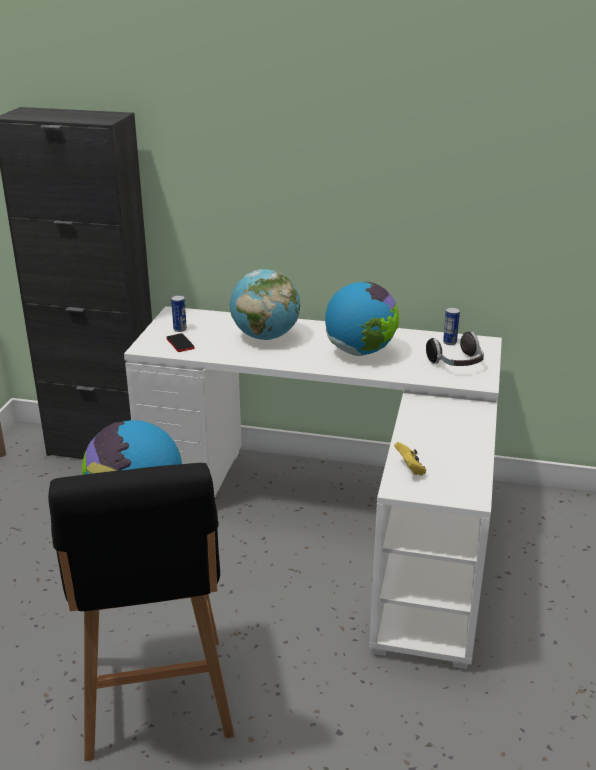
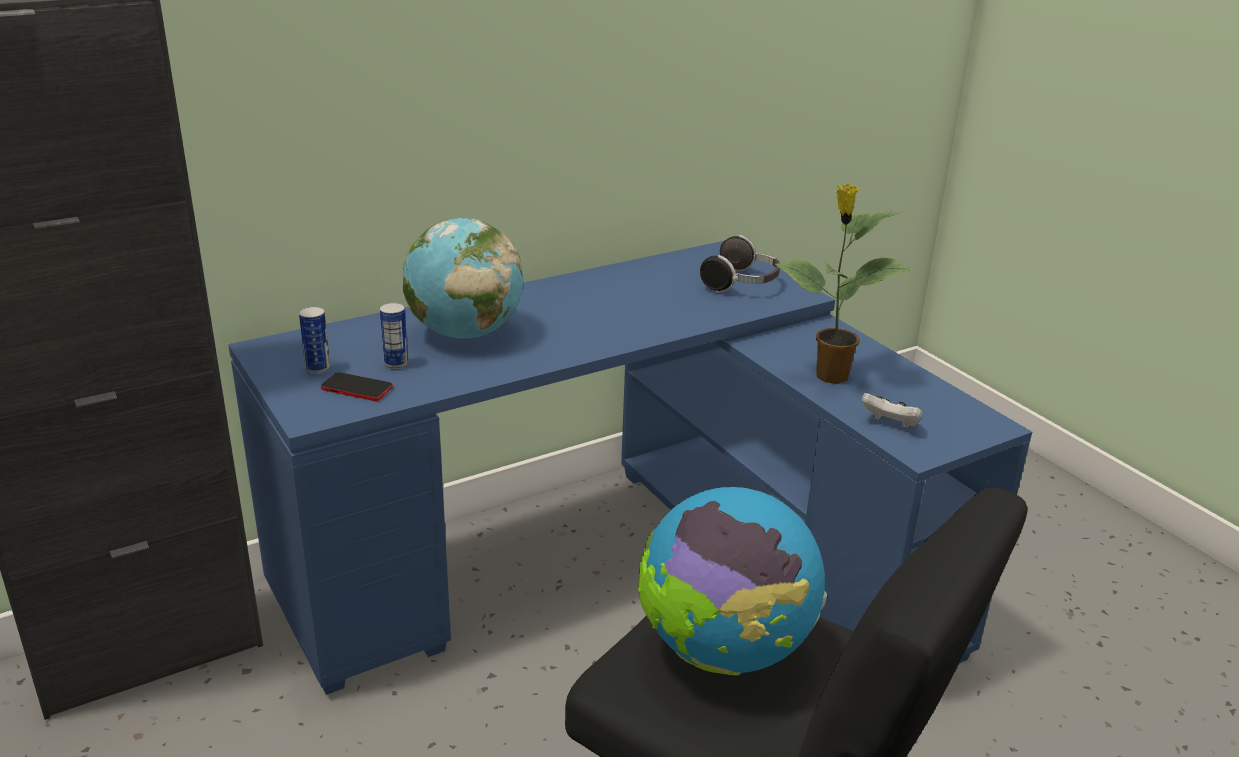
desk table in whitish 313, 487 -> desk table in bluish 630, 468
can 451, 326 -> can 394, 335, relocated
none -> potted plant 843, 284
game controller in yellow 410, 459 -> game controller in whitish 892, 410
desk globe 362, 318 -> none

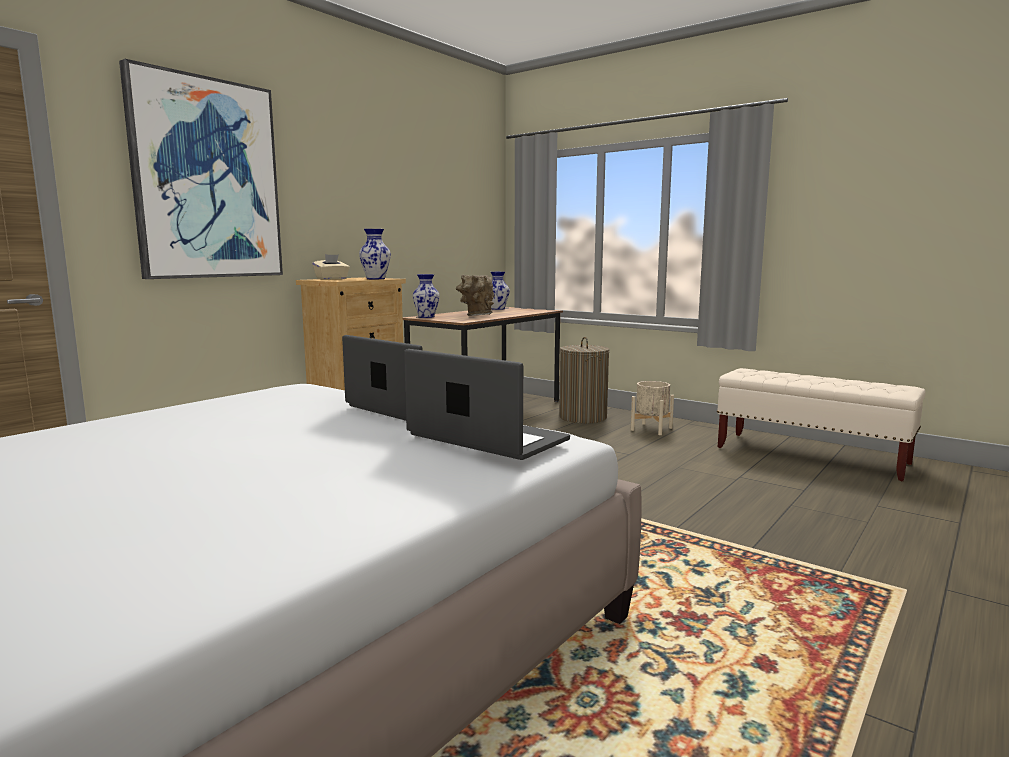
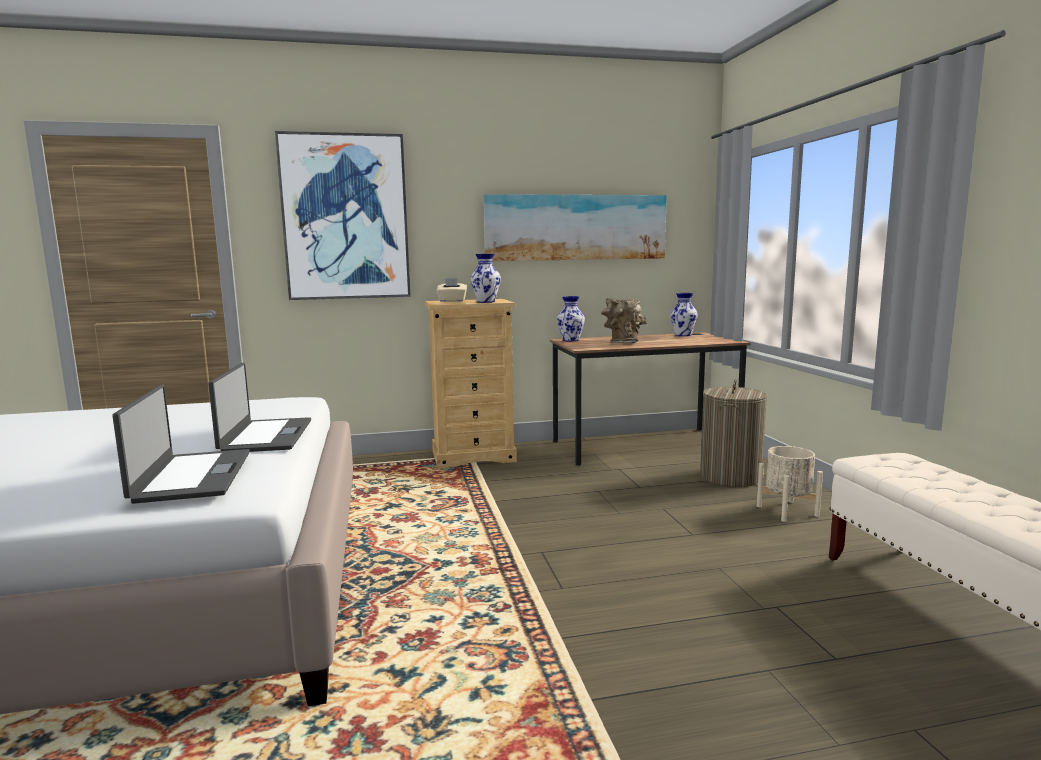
none -> picture 575, 227

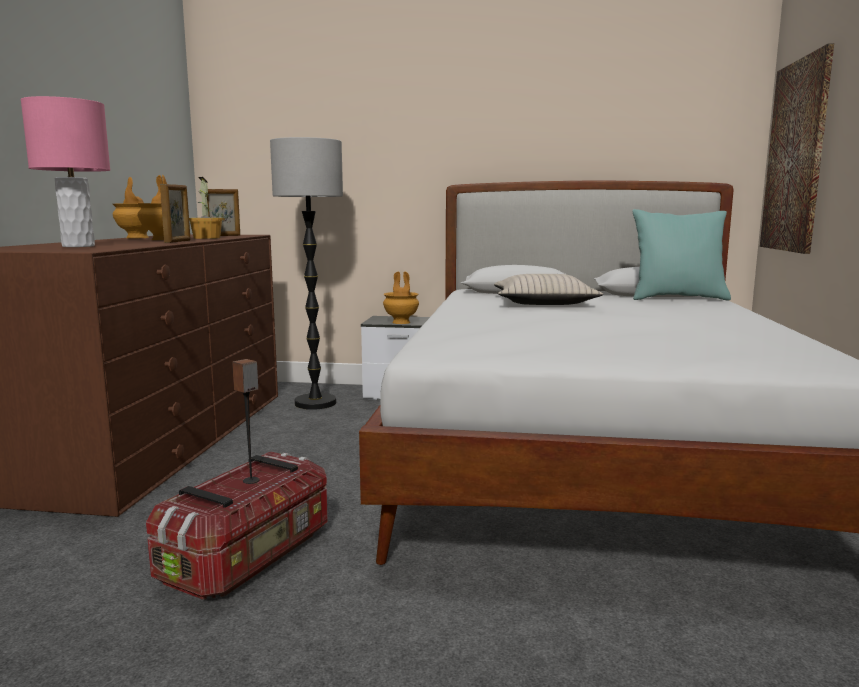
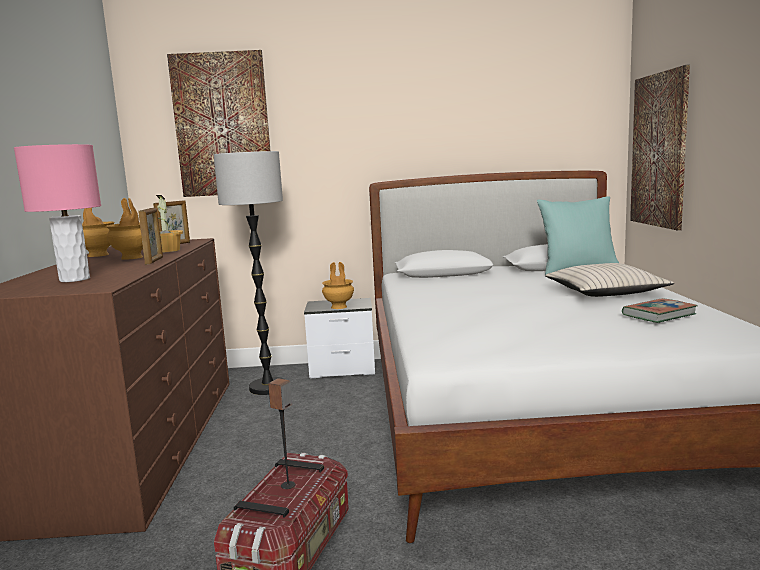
none -> picture 218, 123
cushion in beige 548, 289 -> cushion in beige 609, 280, relocated
none -> volume 660, 310

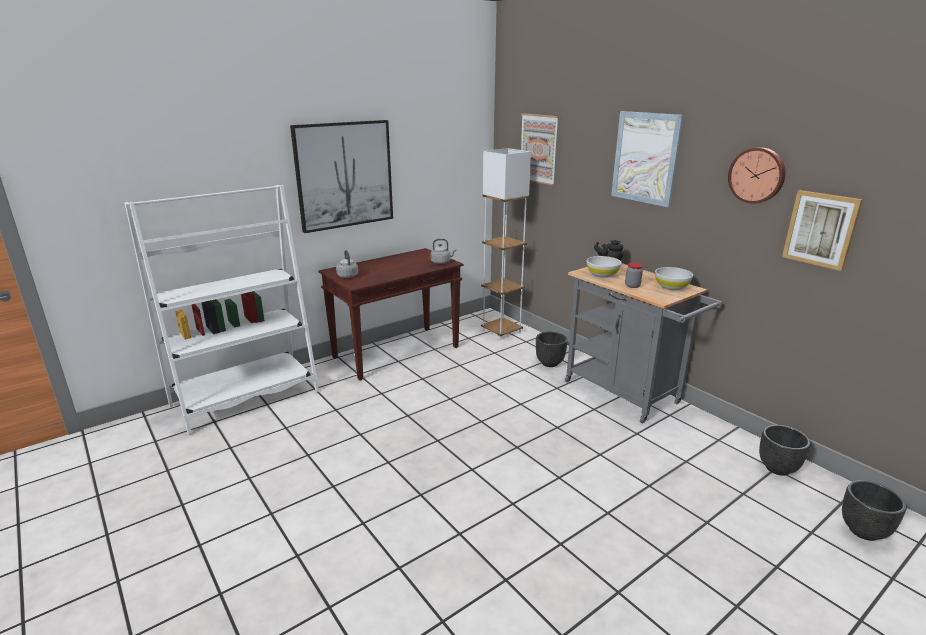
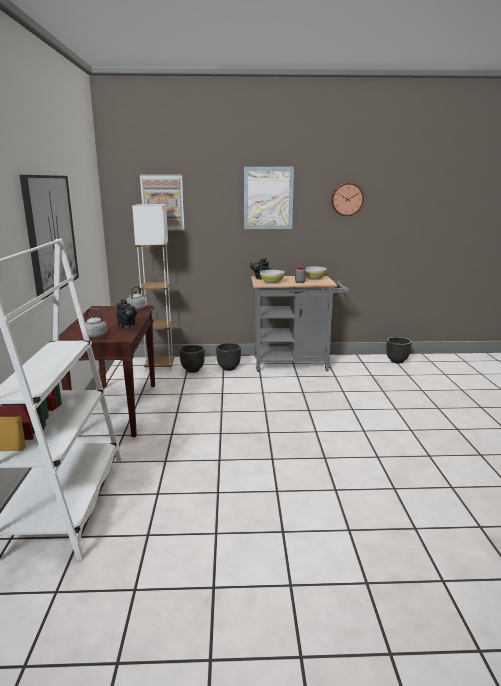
none -> pot for tea in black 126, 313
planter in black 874, 510 -> planter in black 192, 359, relocated
picture 822, 230 -> none

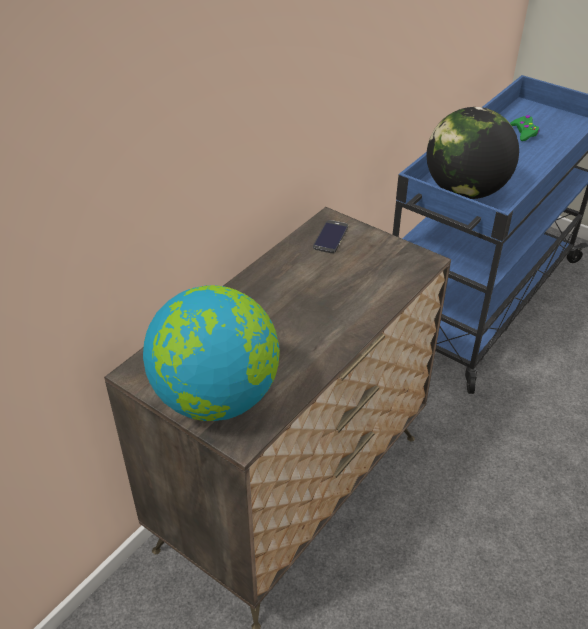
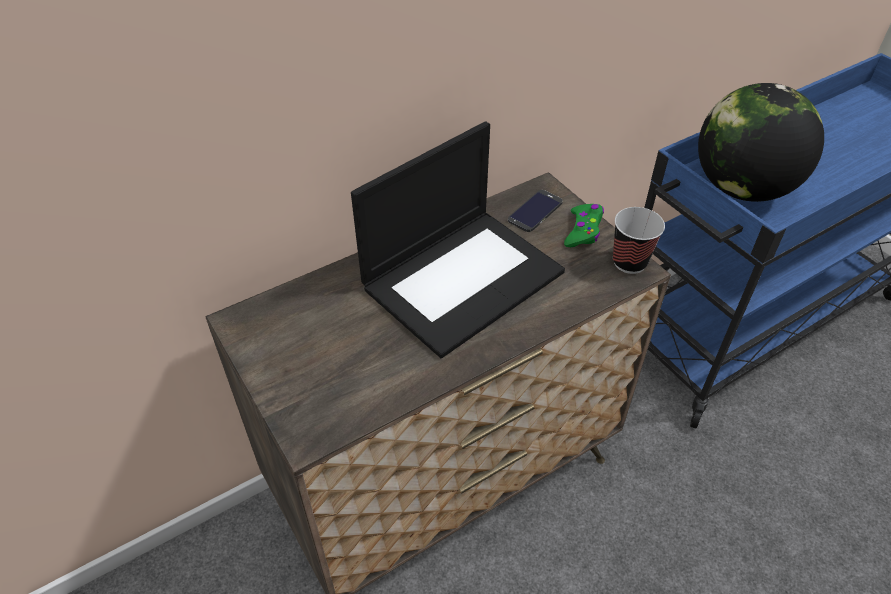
none -> laptop 458, 239
game controller in green 525, 128 -> game controller in green 584, 225, relocated
none -> small cup 639, 240
desk globe 211, 353 -> none

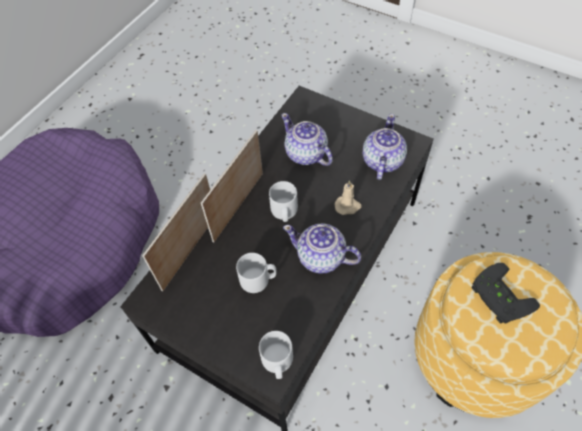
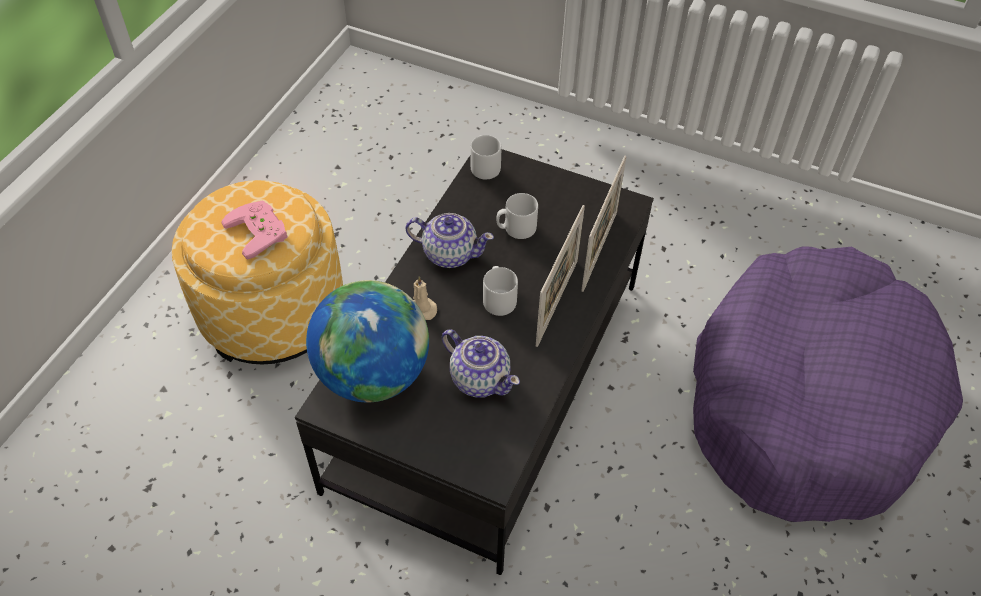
game controller in black 505, 293 -> game controller in pink 254, 229
pot for tea 385, 147 -> desk globe 367, 341

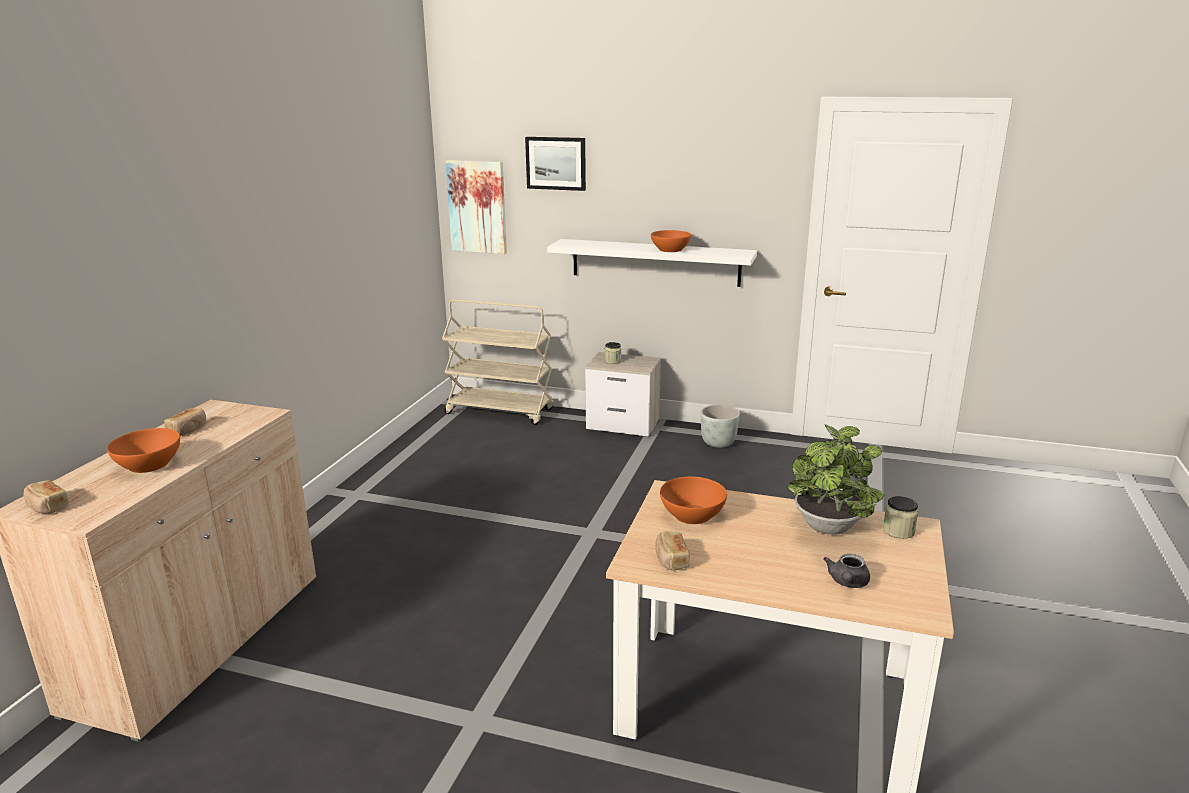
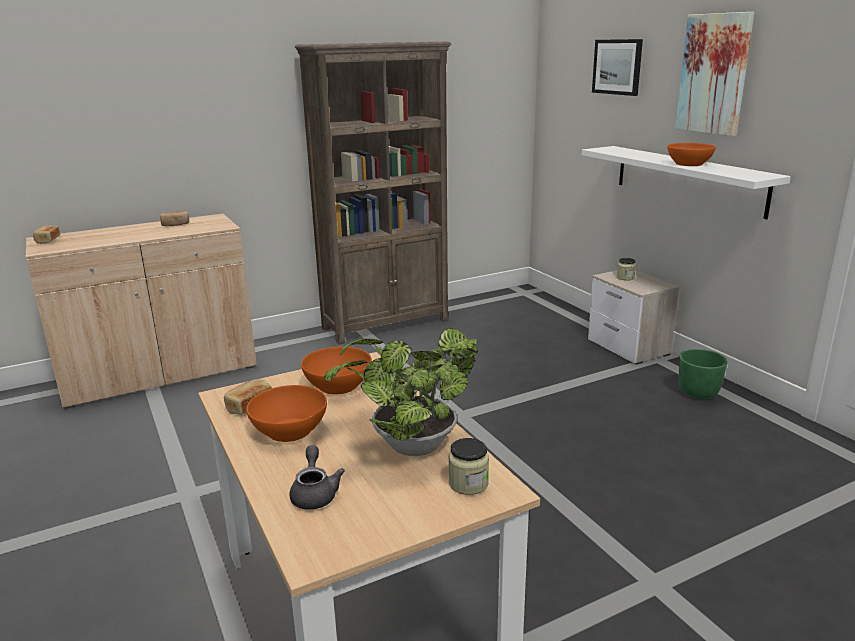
deep dish in orangey 143, 450 -> deep dish in orangey 286, 413, relocated
pot for tea in gray 846, 571 -> pot for tea in gray 317, 477, 105 degrees clockwise
none -> shelving unit in brown-coloured 373, 193
picture 476, 207 -> picture 714, 74, relocated
planter in gray 720, 426 -> planter in green 703, 374
cart in beige 498, 362 -> none

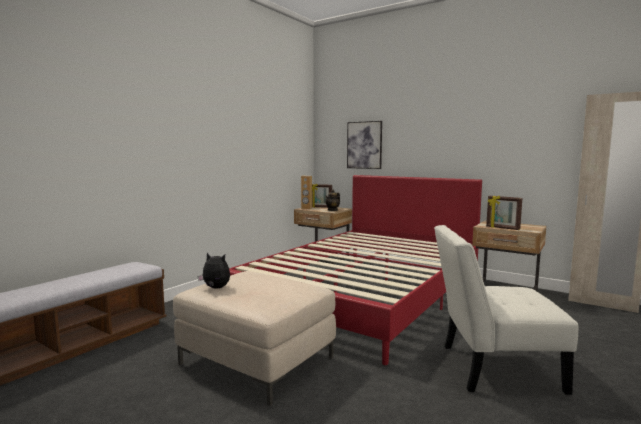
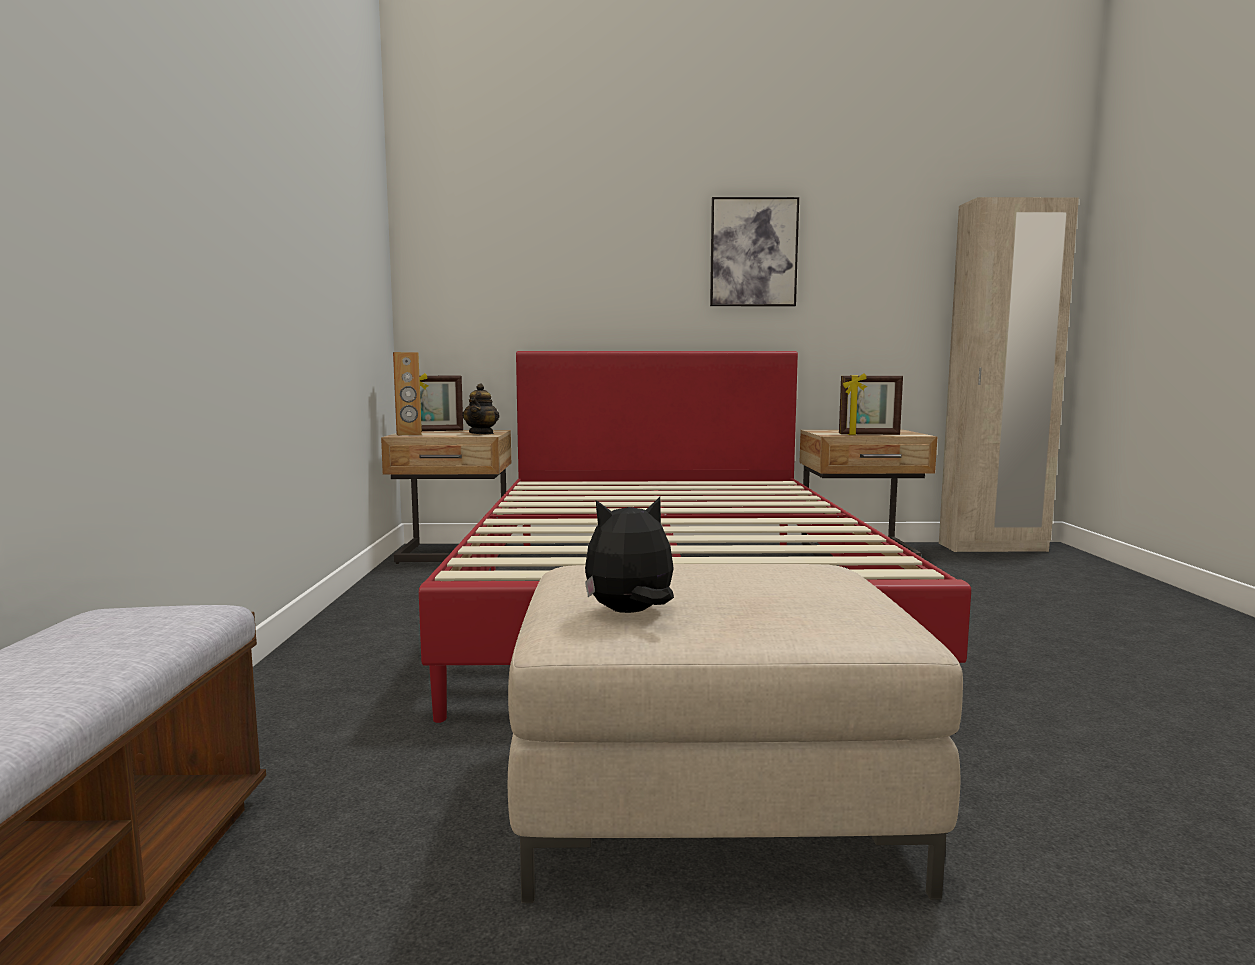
picture 364, 145 -> picture 754, 251, relocated
chair in whitish 506, 310 -> none

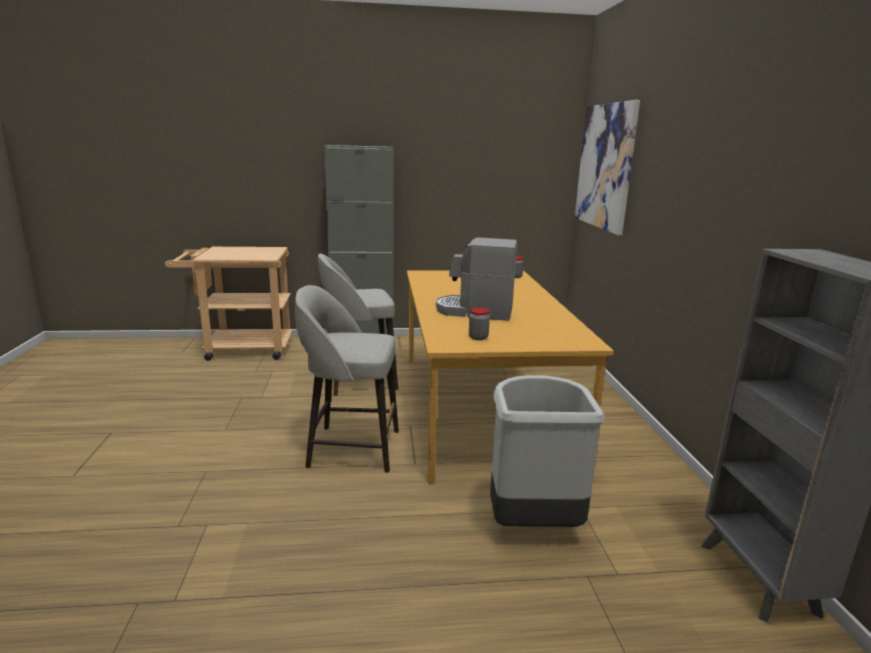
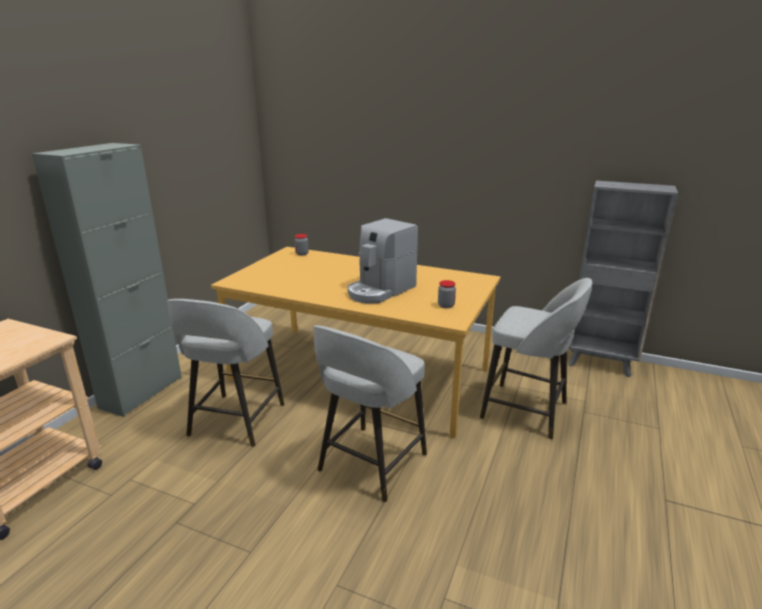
rubbish bin in gray 547, 451 -> sitting stool in gray 536, 358
picture 607, 167 -> none

